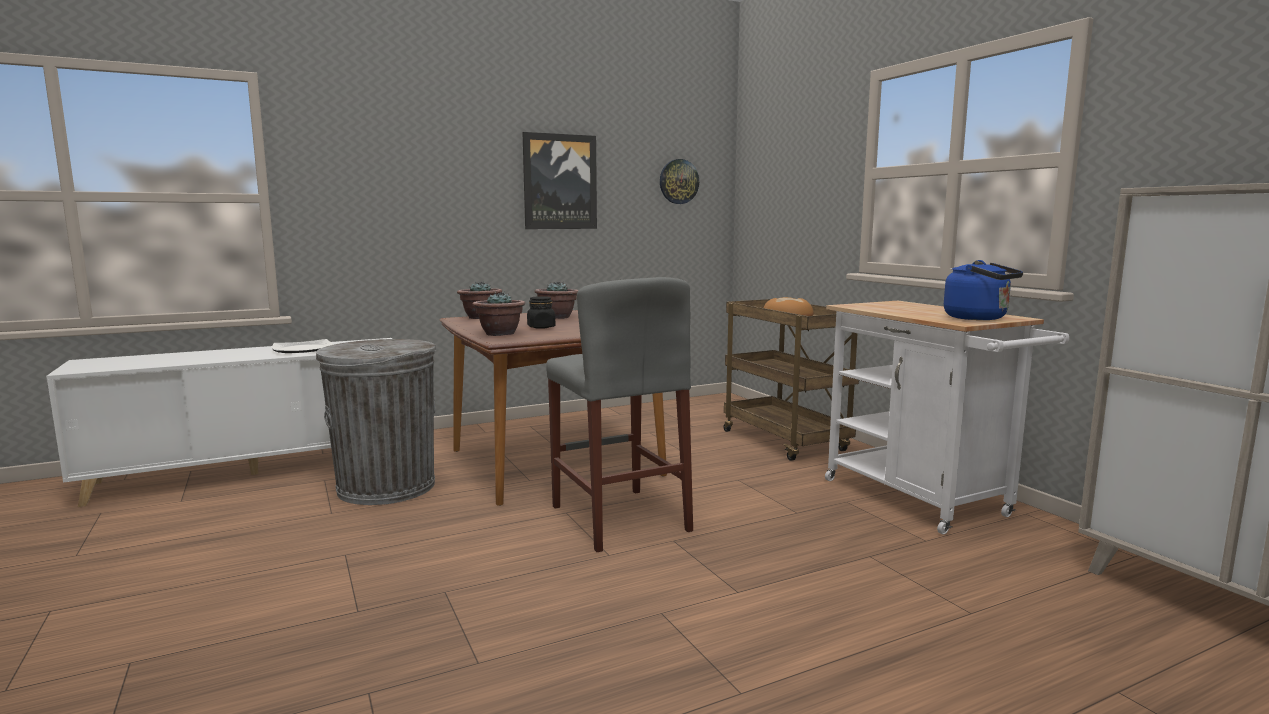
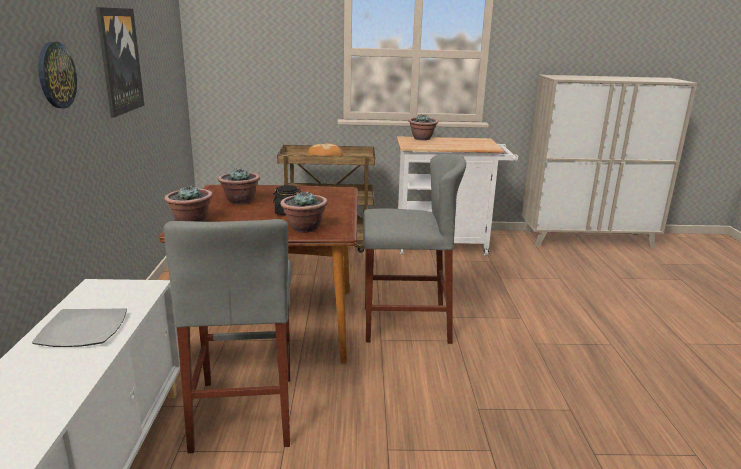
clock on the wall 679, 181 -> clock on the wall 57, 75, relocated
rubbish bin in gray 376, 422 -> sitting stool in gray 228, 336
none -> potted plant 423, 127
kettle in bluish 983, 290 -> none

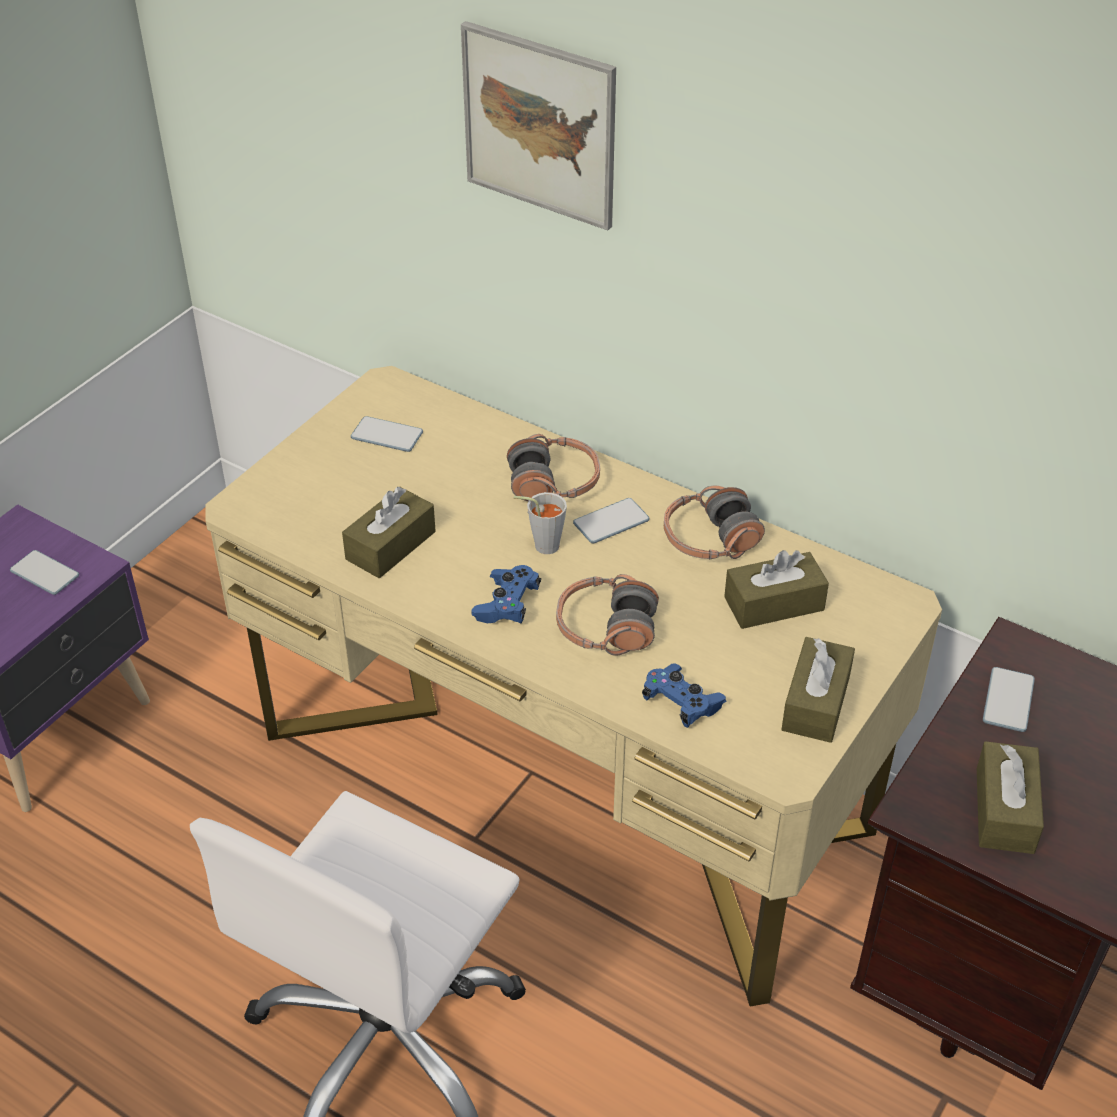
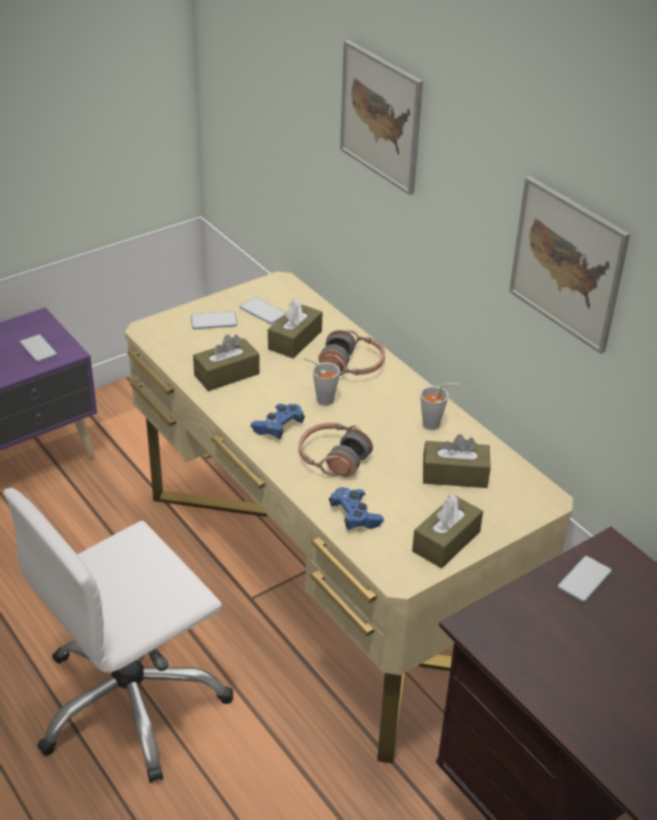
telephone 611, 520 -> telephone 214, 320, relocated
tissue box in brown-coloured 1010, 797 -> tissue box in brown-coloured 295, 328, relocated
headphones 714, 523 -> small cup in gray 439, 406
none -> picture 569, 265

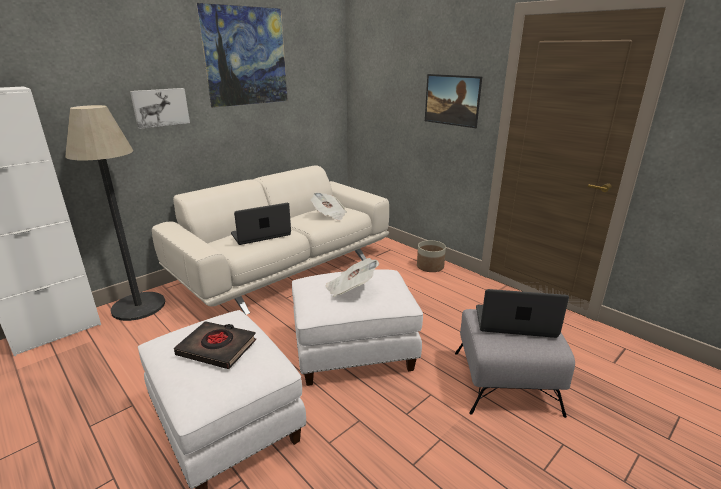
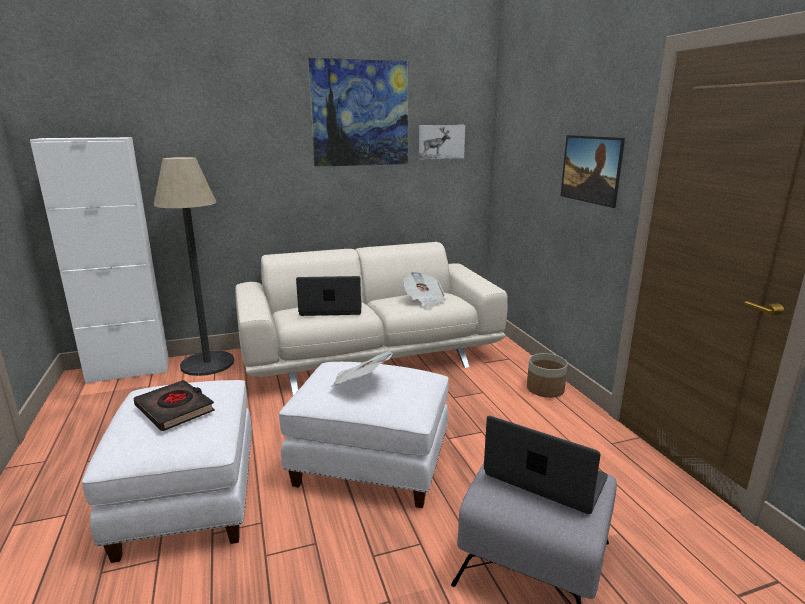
picture 160, 108 -> picture 442, 142, relocated

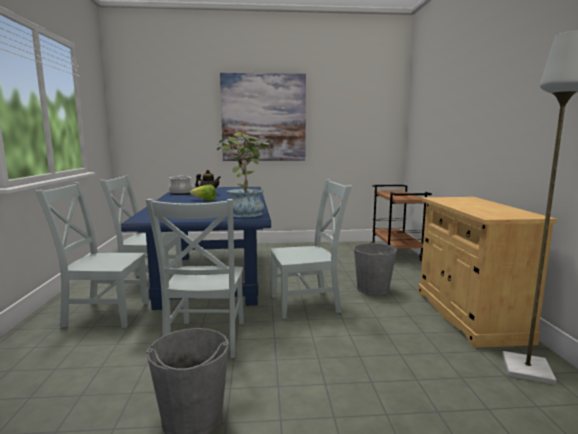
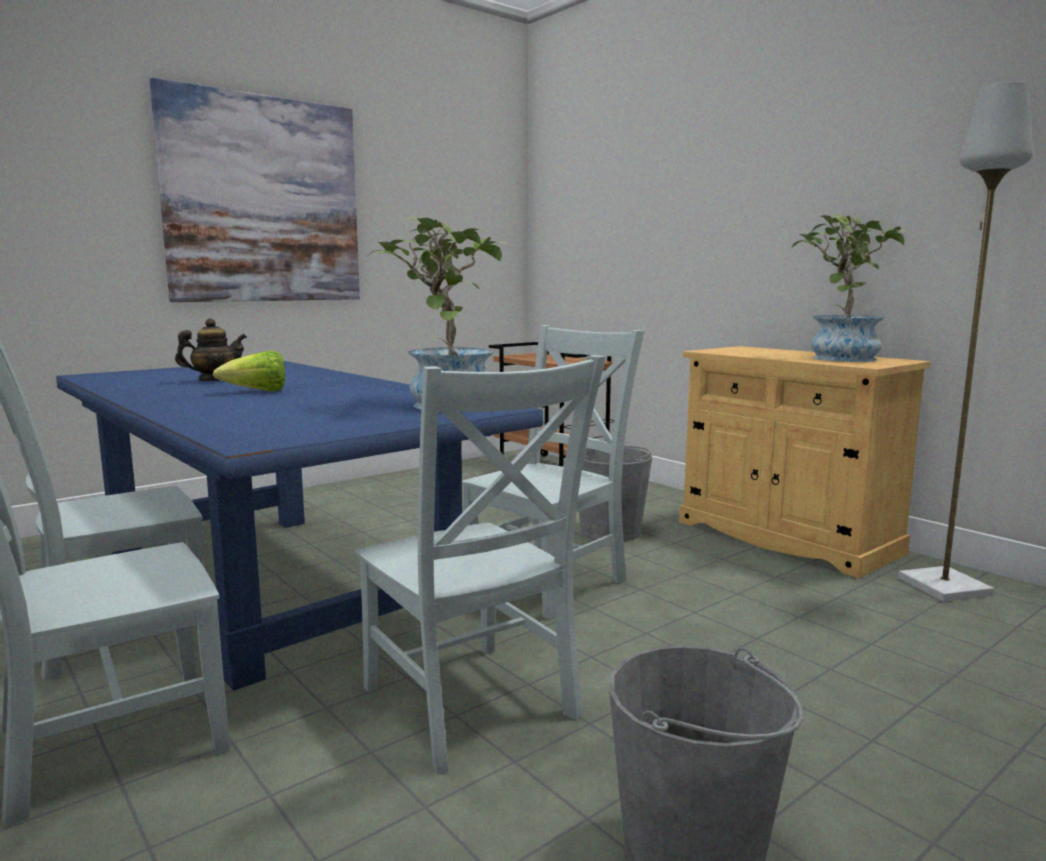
none -> potted plant 849, 288
cooking pot 180, 185 -> none

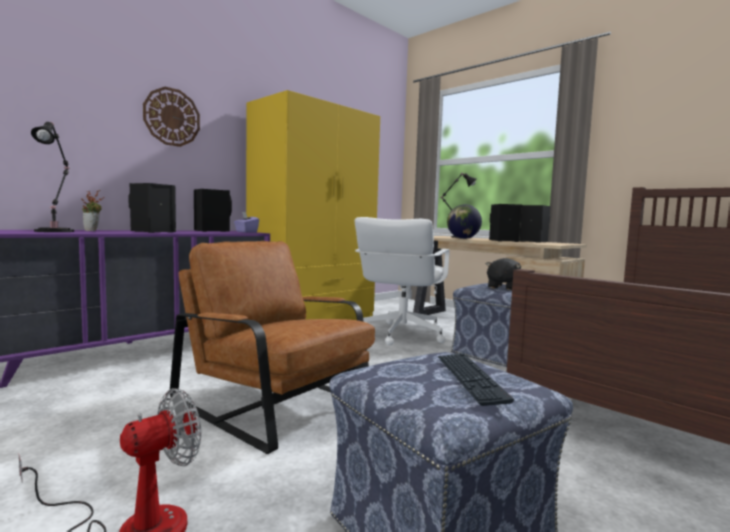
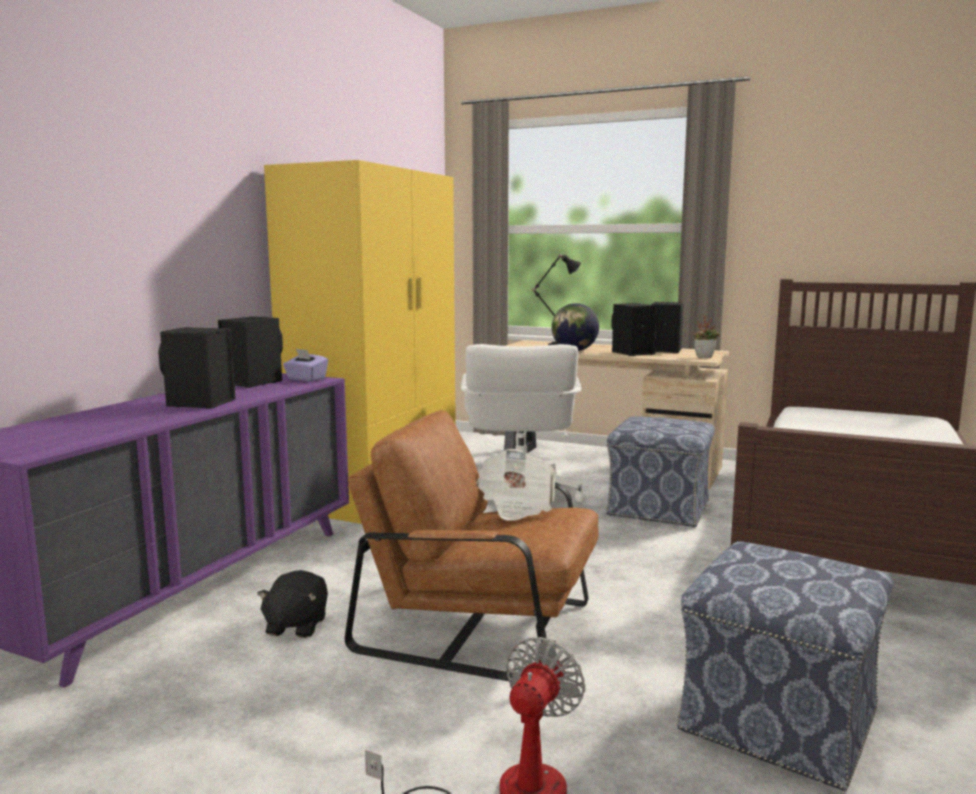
soft toy in black 503, 274 -> soft toy in black 292, 604, relocated
none -> printed paper 516, 485
potted plant 92, 210 -> potted plant 707, 336, relocated
lamp for a table in black 52, 177 -> none
clock on the wall 171, 117 -> none
PC keyboard 476, 379 -> none

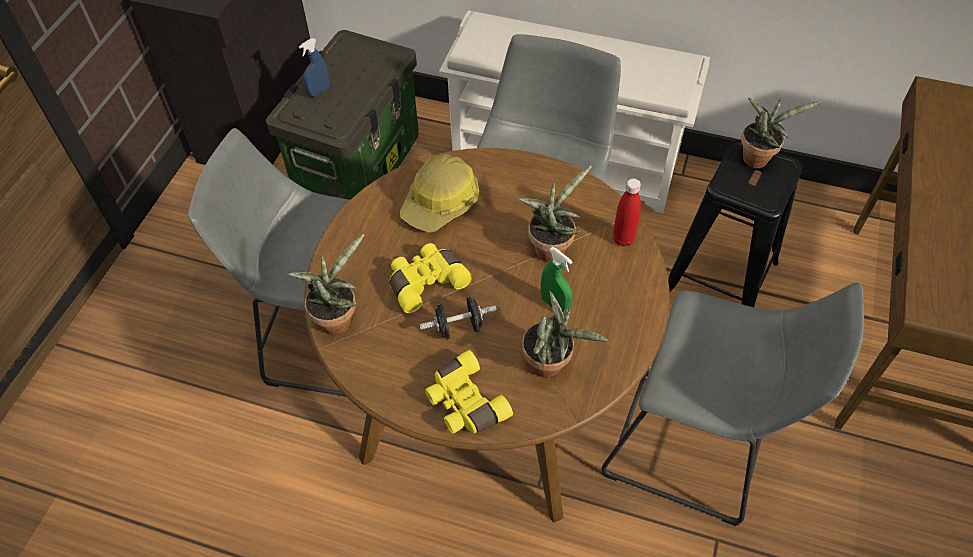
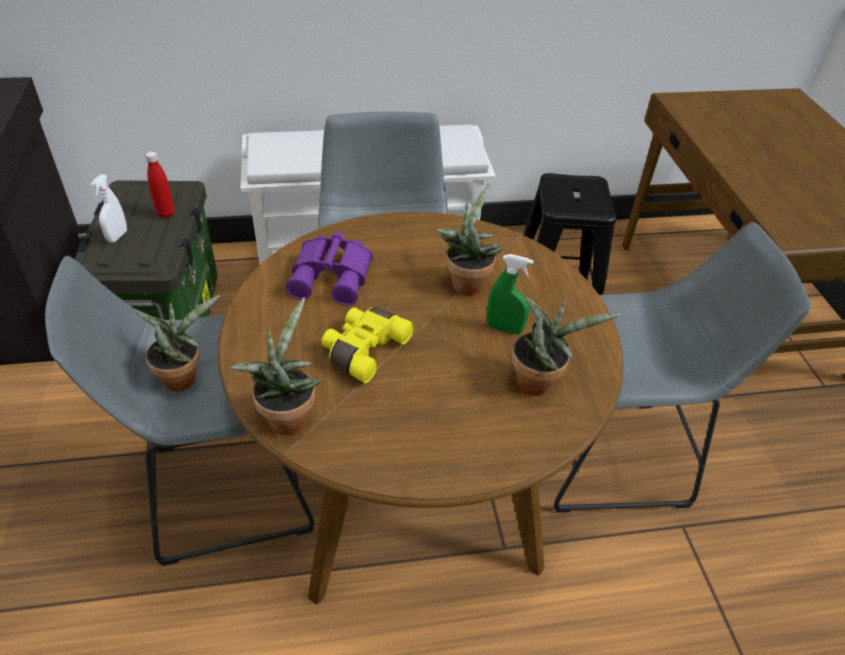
spray bottle in bluish 314, 67 -> spray bottle in whitish 108, 208
potted plant 781, 132 -> potted plant 178, 343, relocated
bottle in reddish 627, 212 -> bottle in reddish 160, 184, relocated
work helmet 439, 193 -> pair of binoculars in purple 329, 268
dumbbell in black 458, 318 -> none
pair of binoculars in yellow 469, 392 -> none

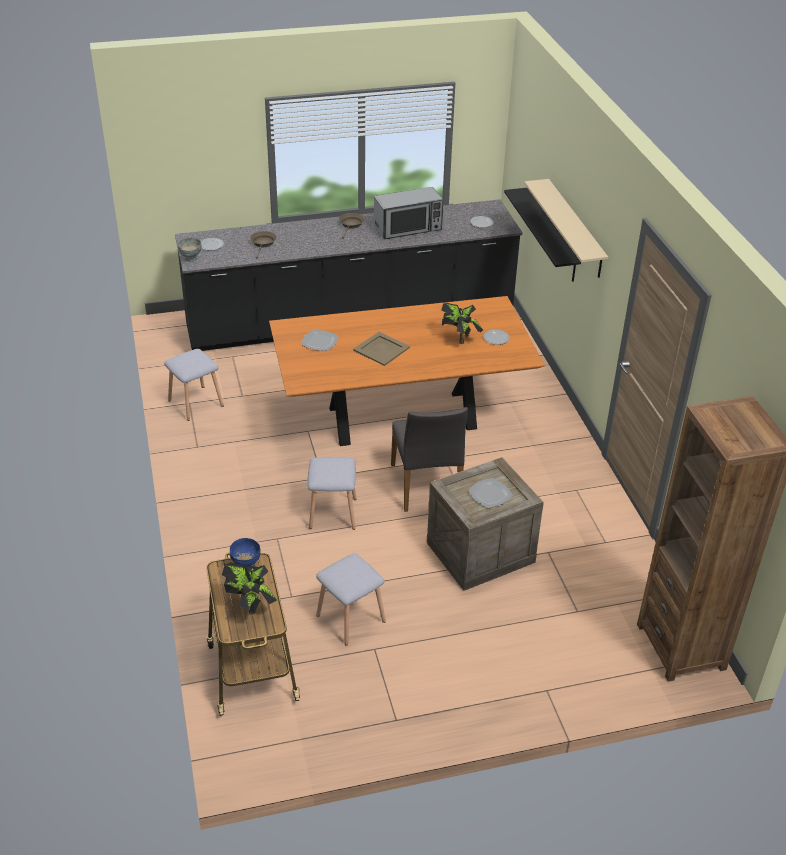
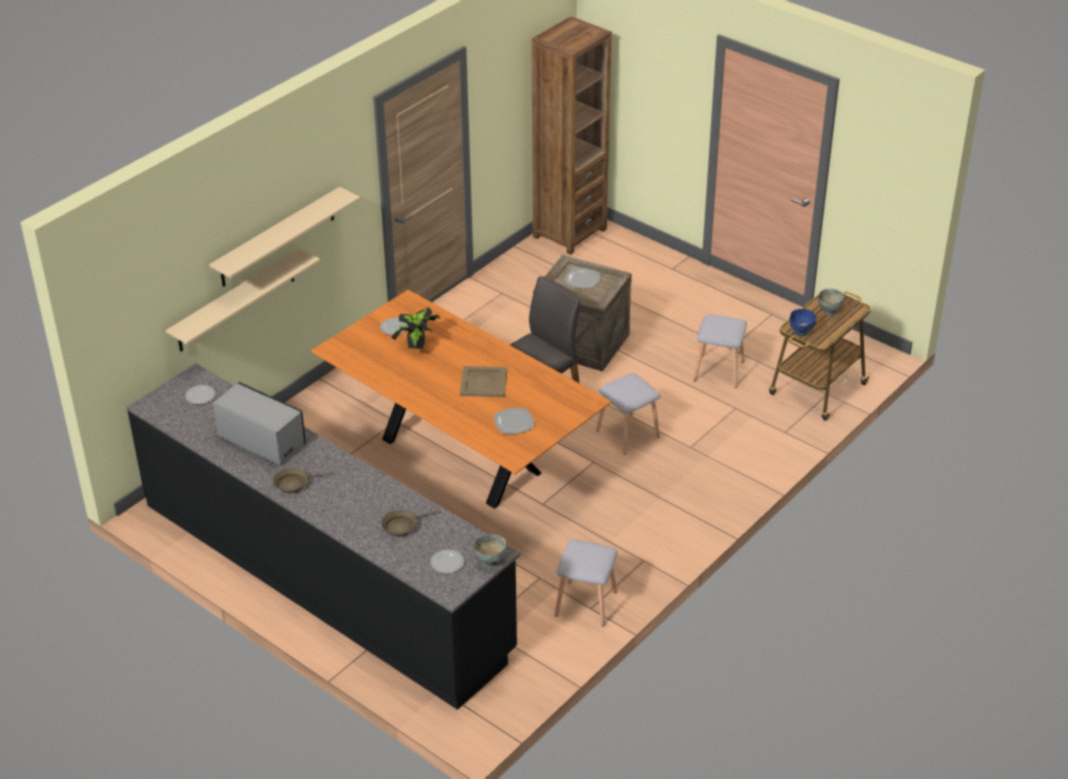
bracket shelf in black 542, 235 -> bracket shelf in beige 243, 300
potted plant 249, 588 -> deep dish in gray 831, 302

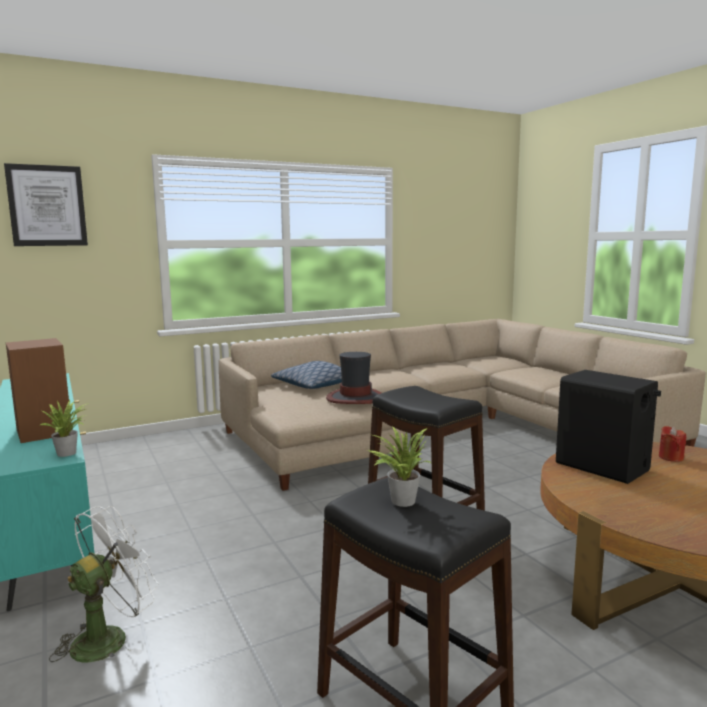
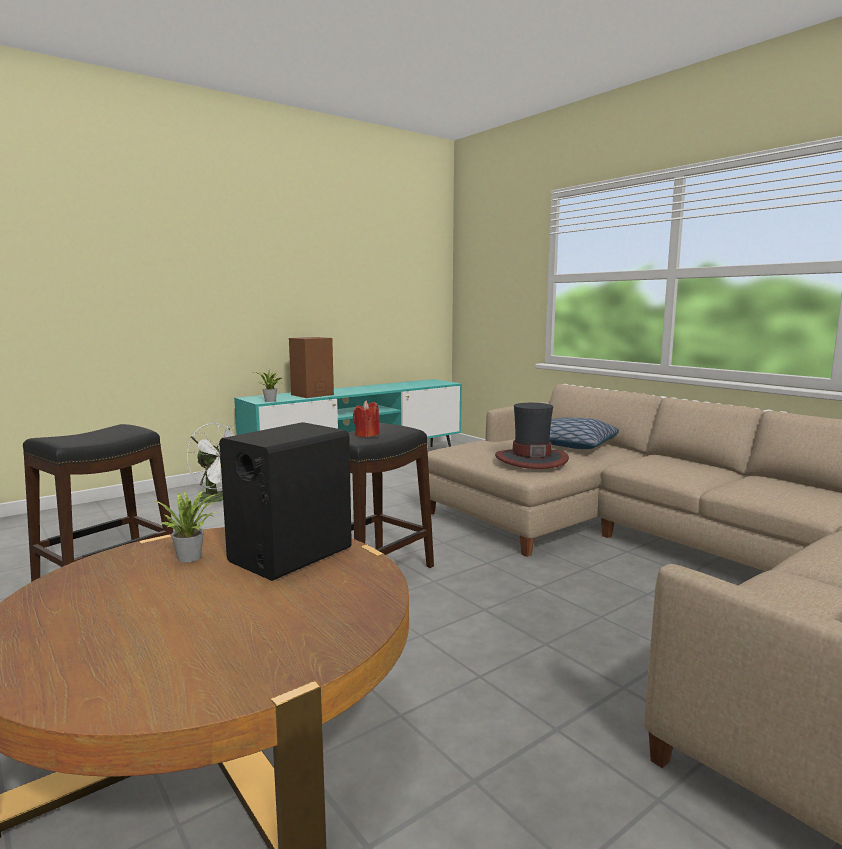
potted plant 399, 466 -> potted plant 186, 526, relocated
wax candle in reddish 672, 444 -> wax candle in reddish 366, 419, relocated
picture 46, 204 -> none

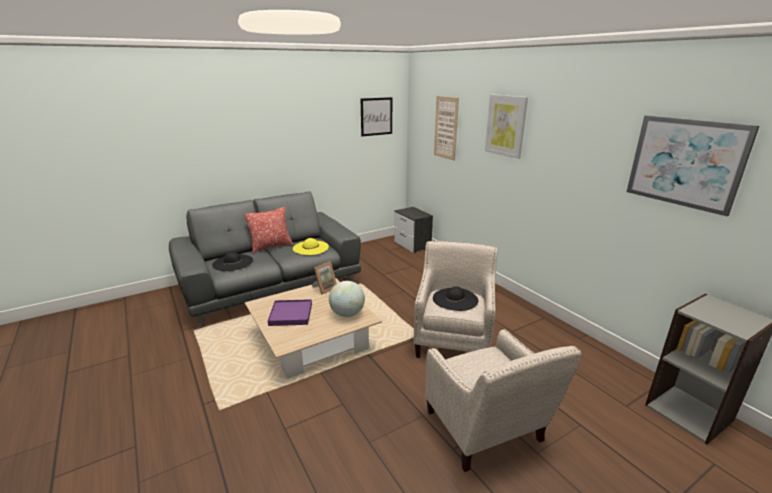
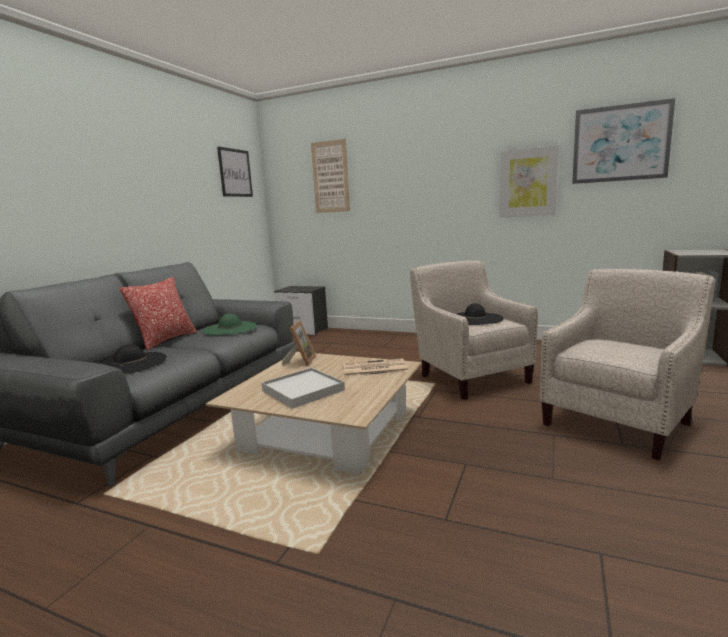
clothing hat in yellow 311, 246 -> clothing hat in green 230, 324
tray in purple 290, 312 -> tray in whitish 303, 388
desk globe 347, 299 -> printed paper 375, 367
picture 506, 126 -> picture 529, 181, relocated
armchair in beige 503, 400 -> armchair in beige 627, 365, 75 degrees counterclockwise

